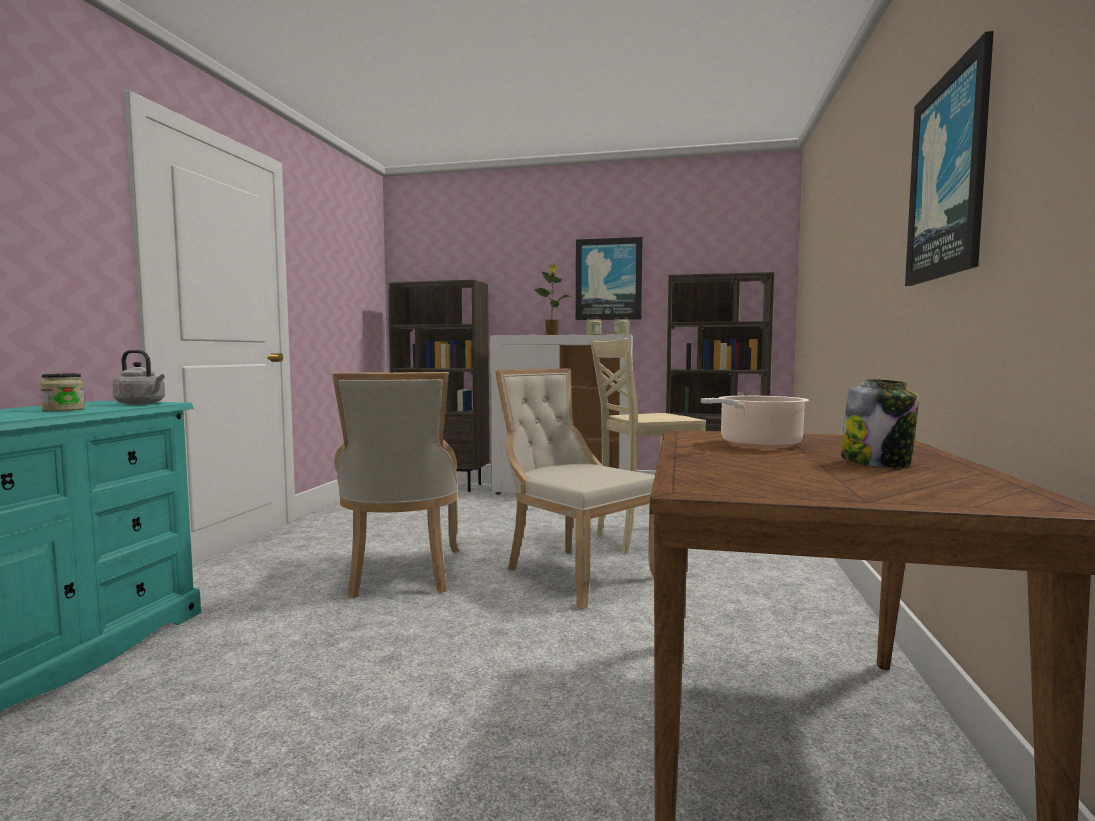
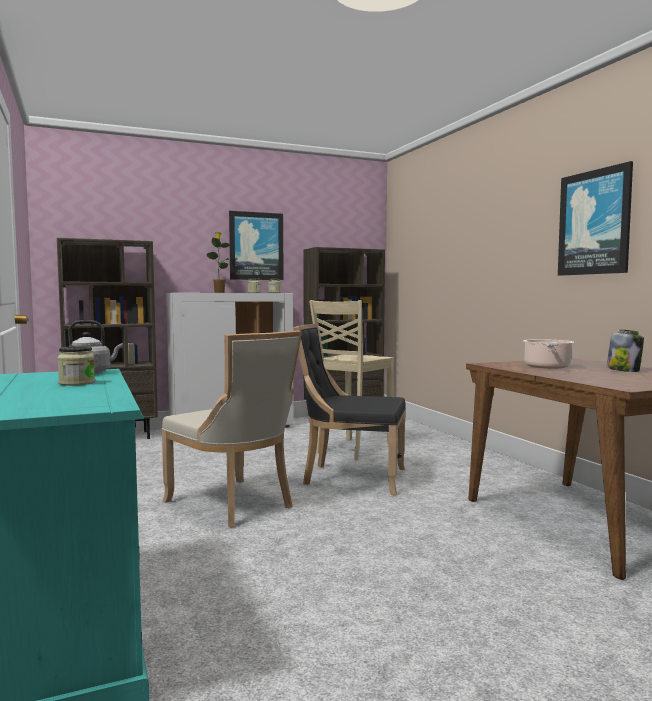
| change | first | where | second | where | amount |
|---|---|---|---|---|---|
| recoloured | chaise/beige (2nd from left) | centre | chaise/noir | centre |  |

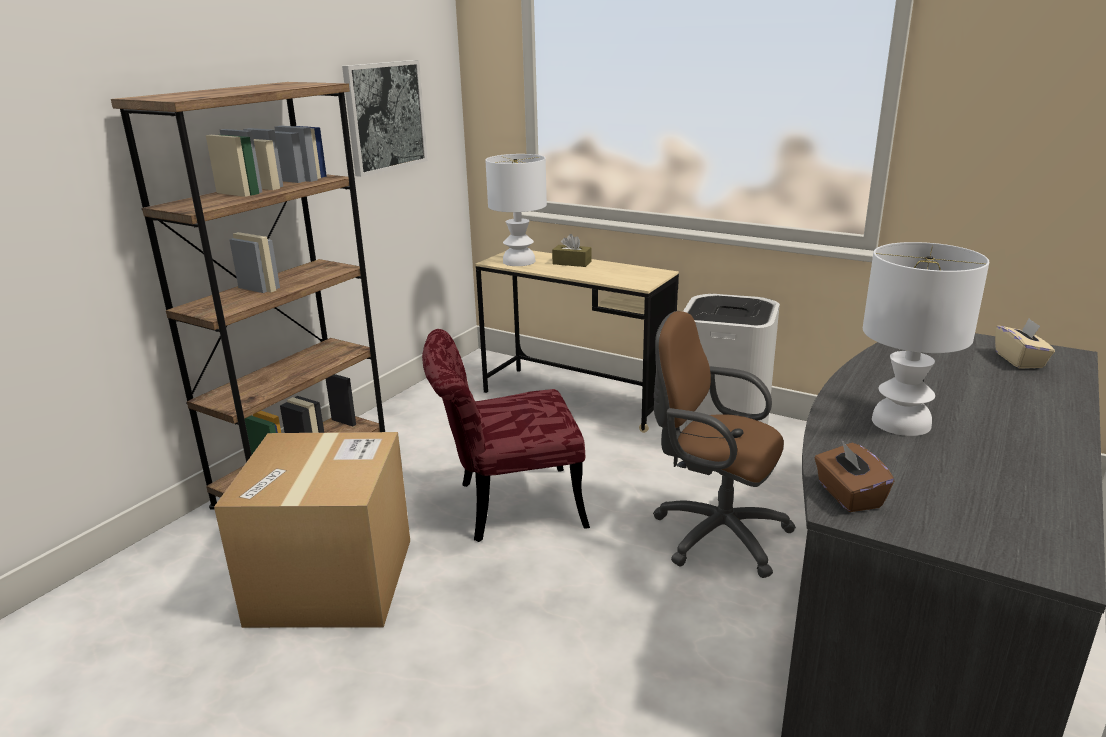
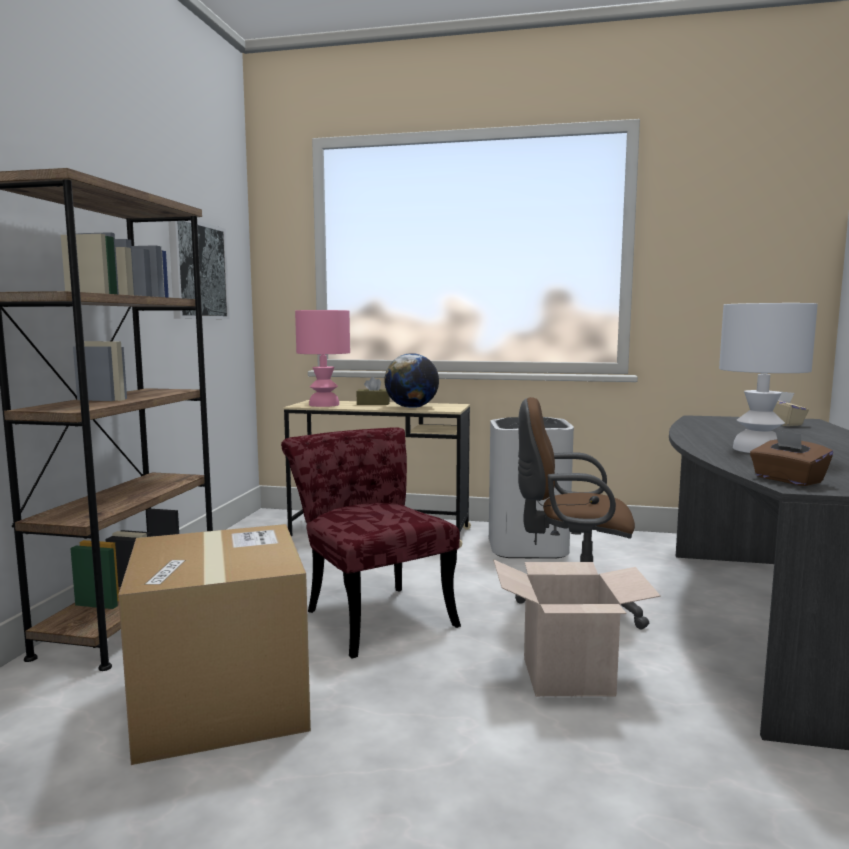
| change | first | where | second | where | amount |
|---|---|---|---|---|---|
| recoloured | lampe de table/blanc (1st from left) | top centre | lampe de table/rose | centre |  |
| turned | chaise/rouge | centre |  | centre | 90 degrees clockwise |
| added |  |  | globe | centre |  |
| added |  |  | carton (2nd from left) | bottom right |  |

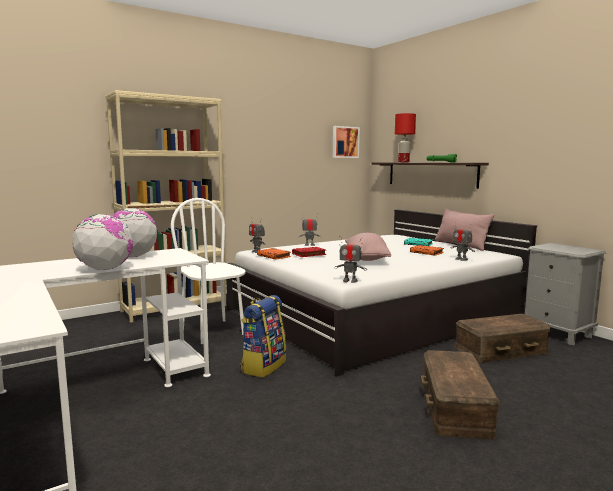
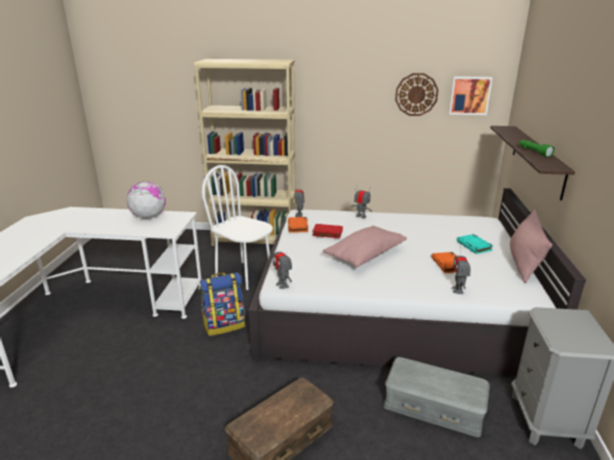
| change | first | where | second | where | amount |
|---|---|---|---|---|---|
| removed | lampe de table/rouge | top centre |  |  |  |
| turned | chaise/blanc | centre |  | centre | 60 degrees counterclockwise |
| removed | globe (1st from left) | middle left |  |  |  |
| recoloured | boîte de rangement/marron (2nd from left) | bottom right | boîte de rangement/gris | bottom right |  |
| added |  |  | horloge murale | top right |  |

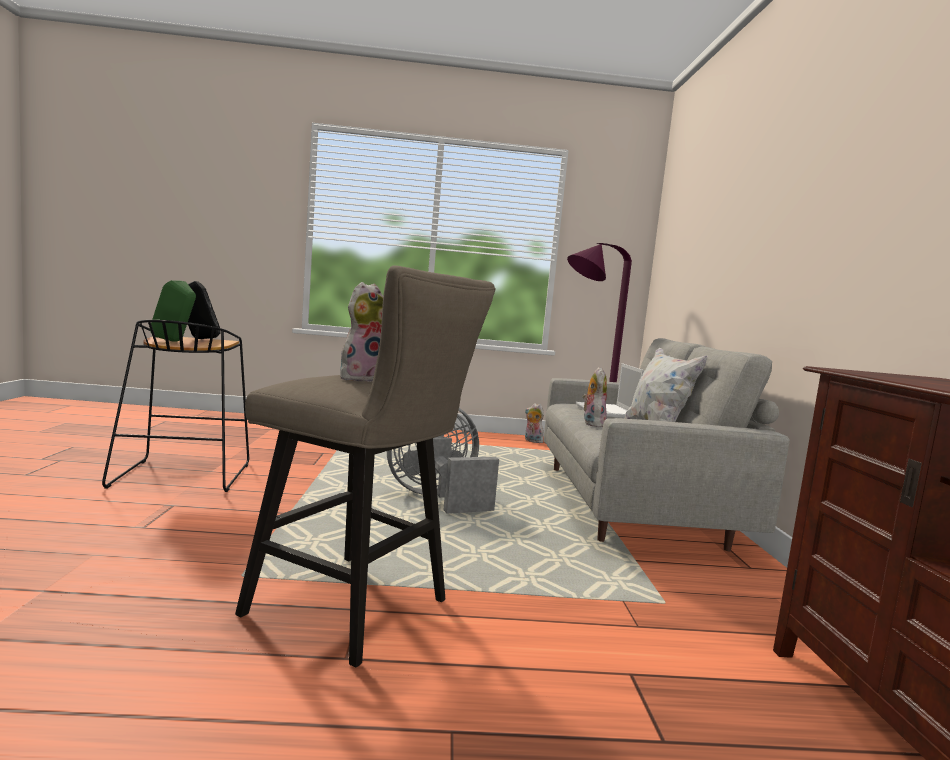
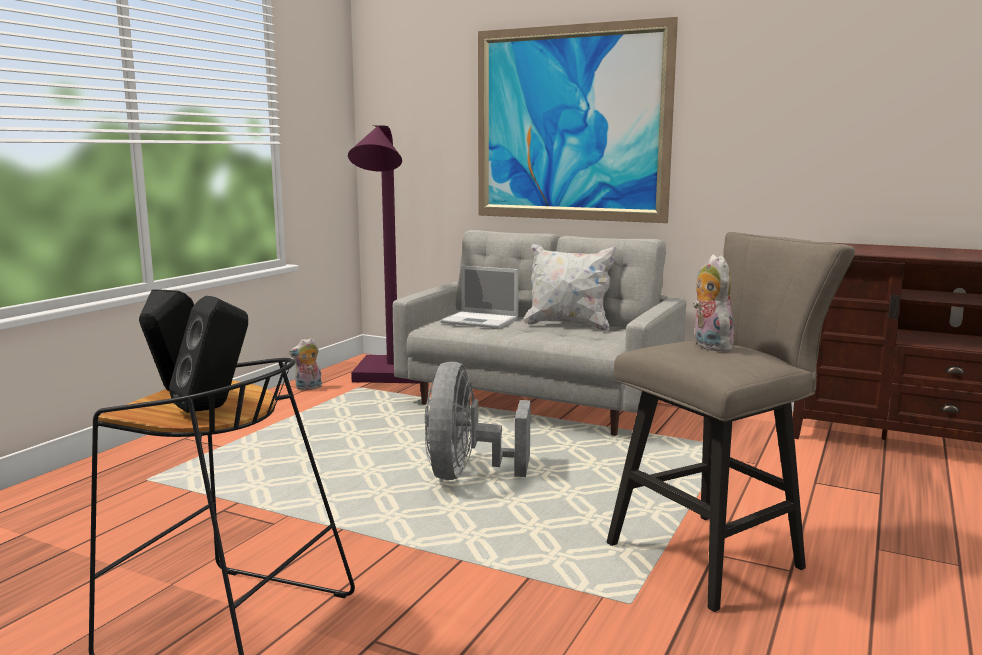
| change | first | where | second | where | amount |
|---|---|---|---|---|---|
| recoloured | enceinte/vert | middle left | enceinte/noir (2nd from left) | middle left |  |
| removed | peluche (3rd from left) | centre |  |  |  |
| added |  |  | tableau | top centre |  |

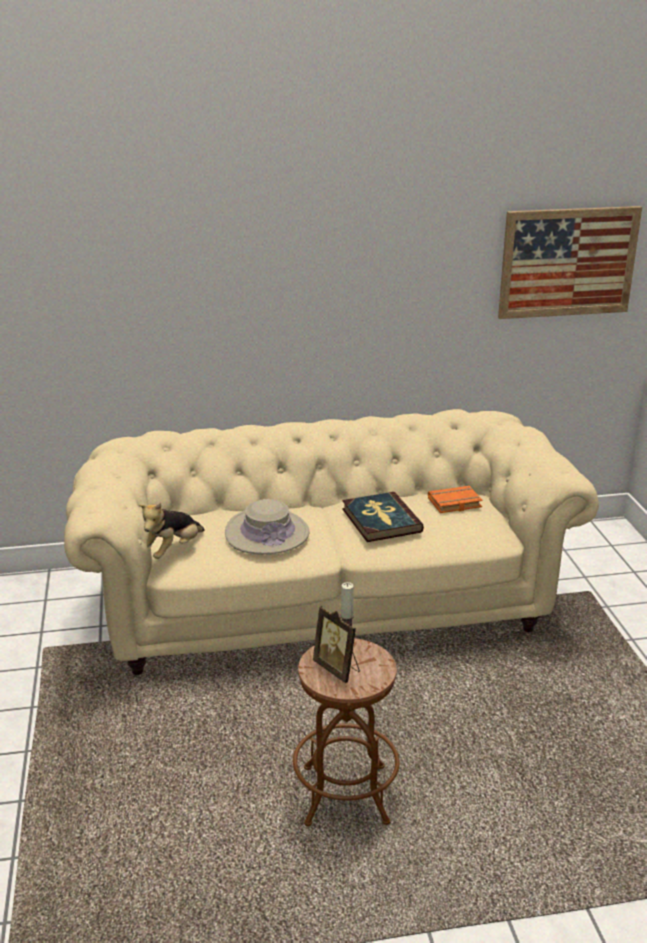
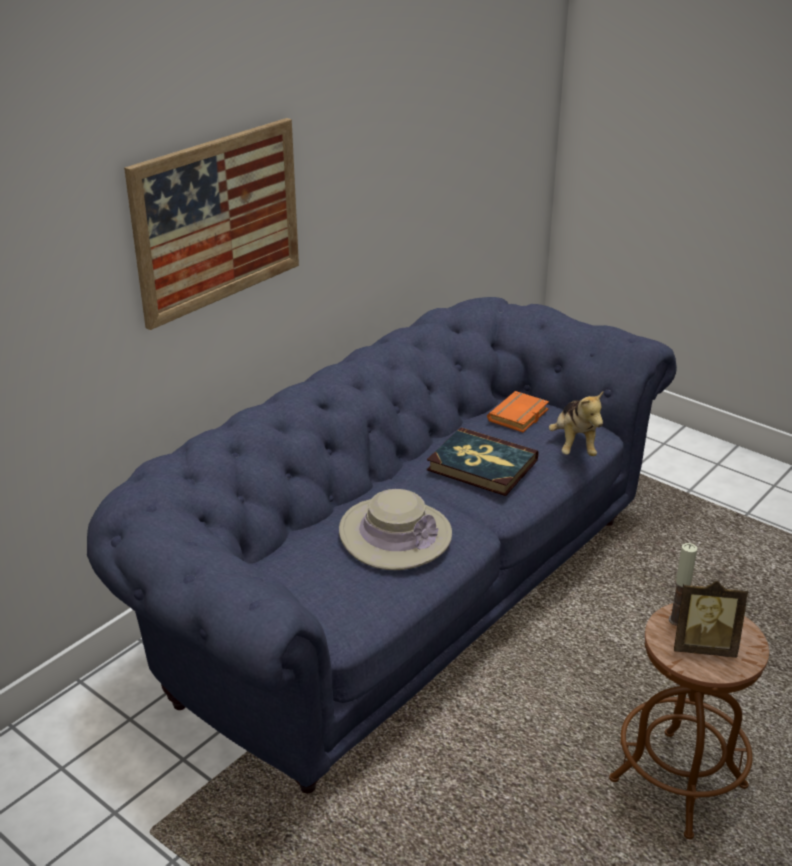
| change | first | where | second | where | amount |
|---|---|---|---|---|---|
| moved | tableau | top right |  | top left |  |
| recoloured | canapé/beige | centre | canapé/bleu | centre |  |
| moved | peluche | middle left |  | middle right |  |

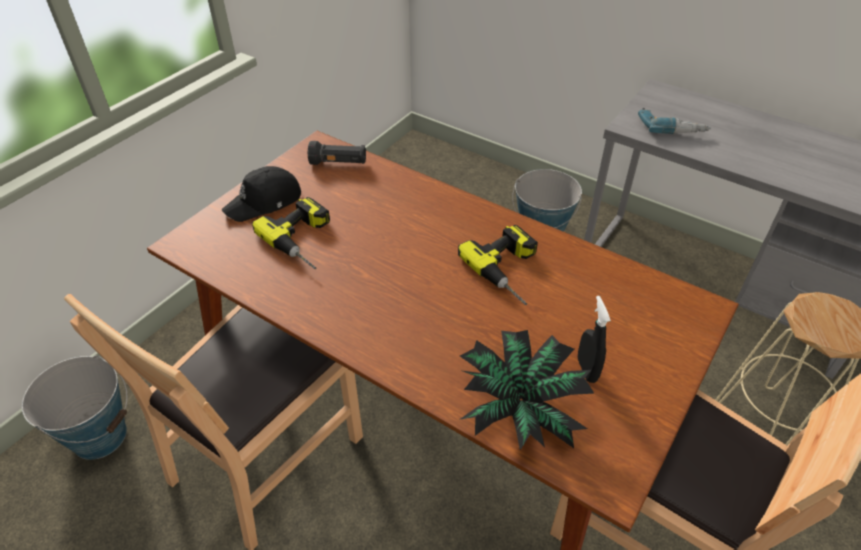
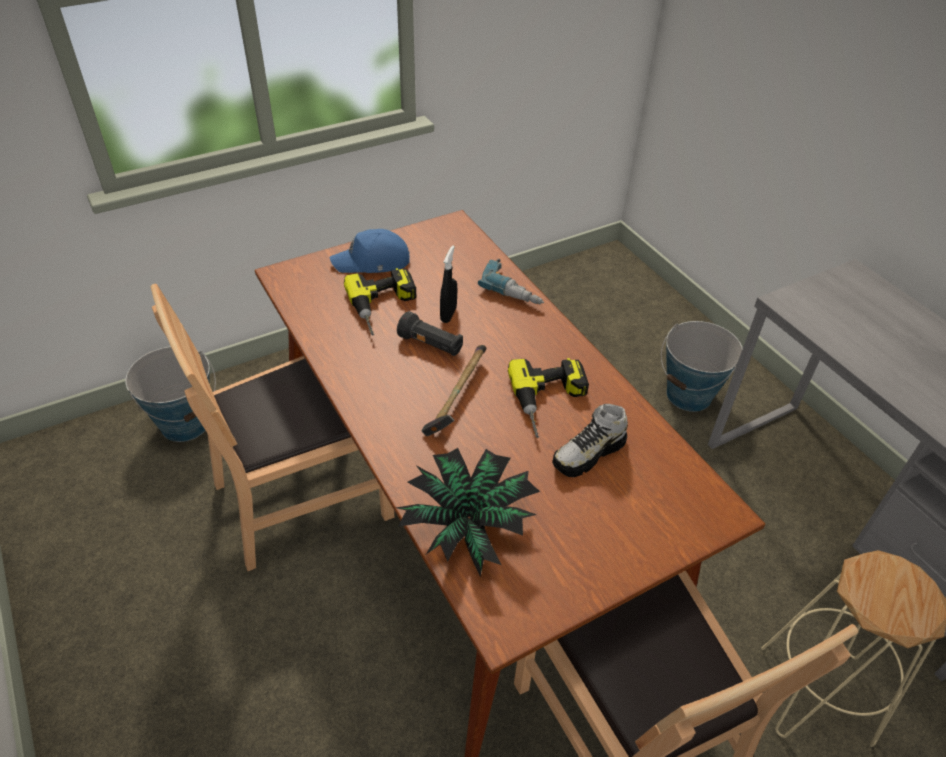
| change | first | where | second | where | amount |
|---|---|---|---|---|---|
| moved | perceuse (3rd from left in the first image) | top right | perceuse (2nd from left) | centre |  |
| moved | lampe de poche/noir | top centre |  | centre |  |
| recoloured | casquette/noir | middle left | casquette/bleu | top centre |  |
| moved | vaporisateur/noir | middle right |  | centre |  |
| added |  |  | marteau | centre |  |
| added |  |  | chaussure | centre |  |

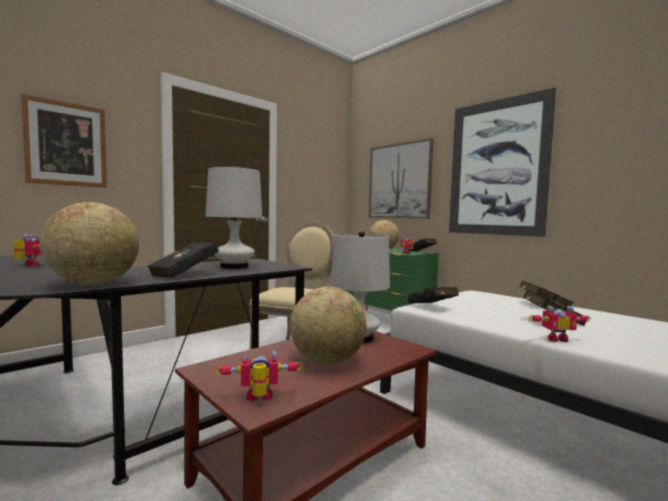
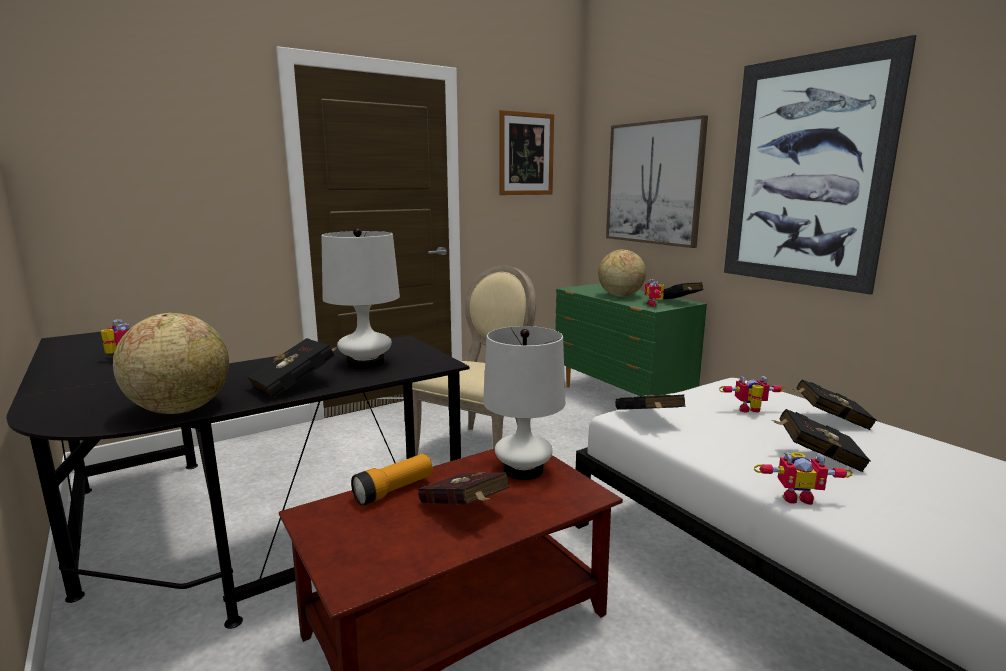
| change | first | where | second | where | amount |
|---|---|---|---|---|---|
| moved | tableau (1st from left) | top left |  | top centre |  |
| replaced | globe (2nd from left) | centre | livre/rouge | bottom centre |  |
| moved | robot jouet (2nd from left in the first image) | bottom centre | robot jouet (3rd from left) | middle right |  |
| added |  |  | lampe de poche | bottom centre |  |

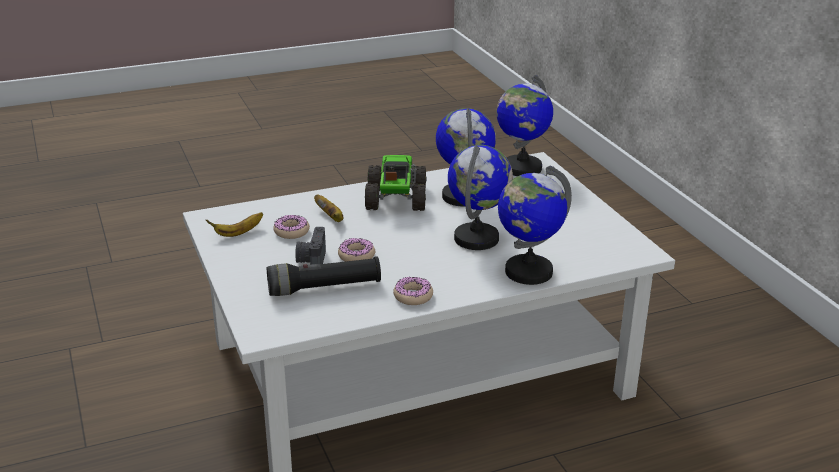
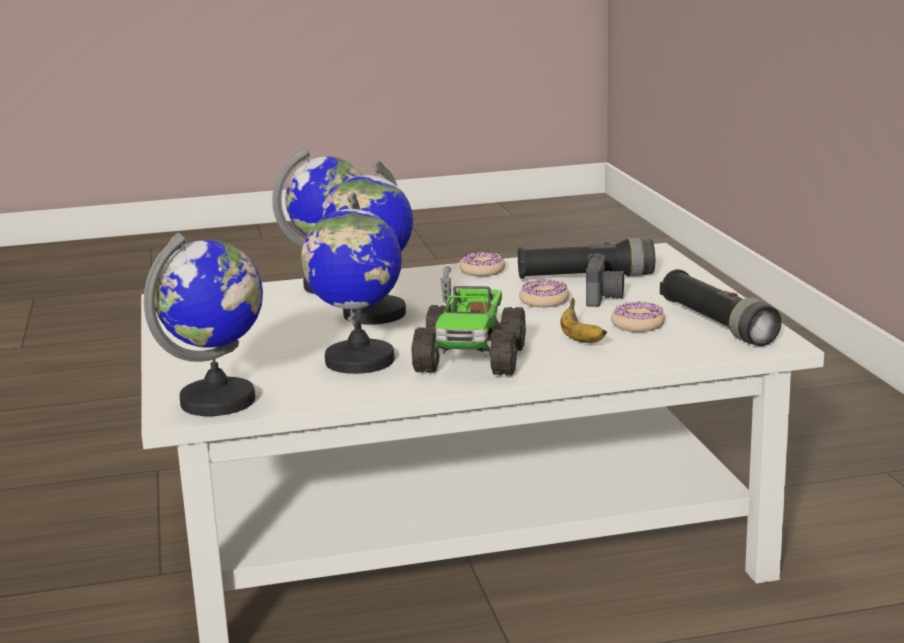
| change | first | where | second | where | amount |
|---|---|---|---|---|---|
| replaced | banane (1st from left) | middle left | lampe de poche/noir (2nd from left) | middle right |  |

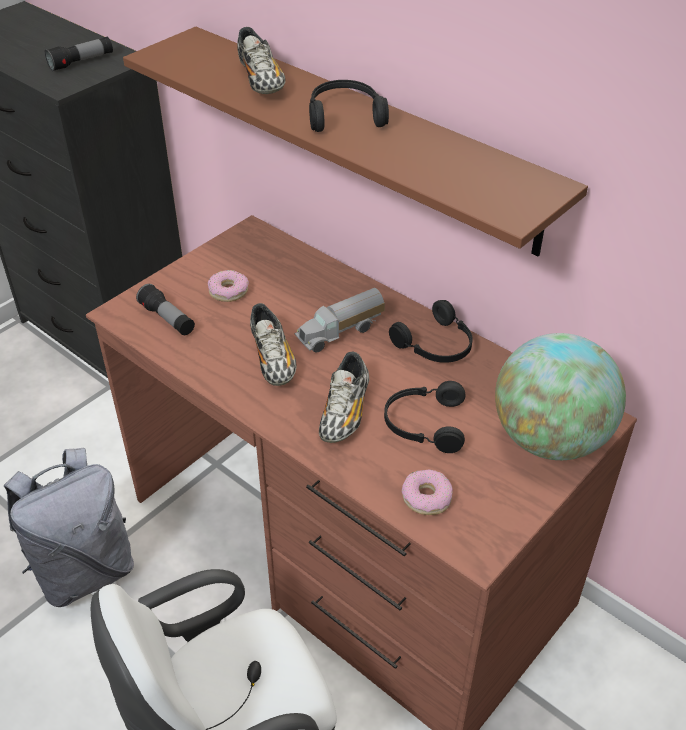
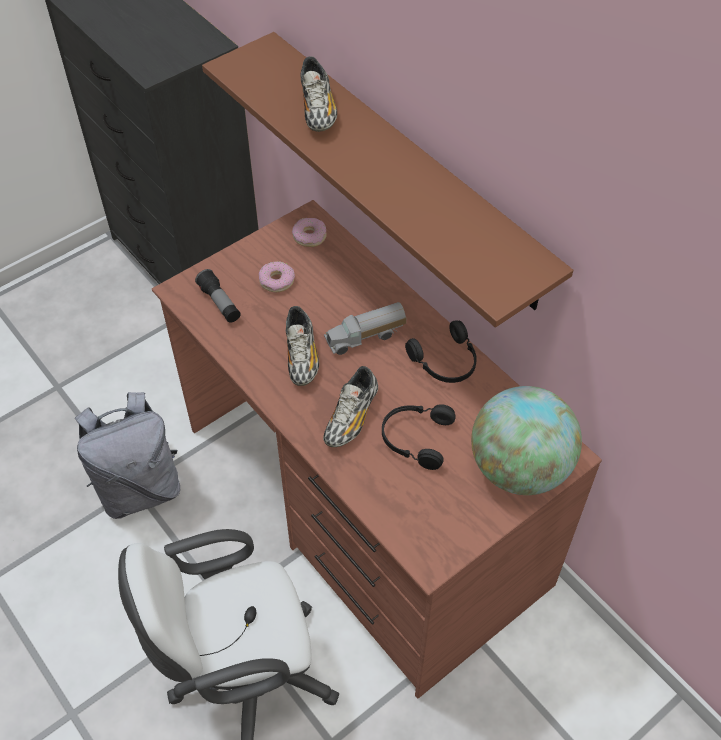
| change | first | where | second | where | amount |
|---|---|---|---|---|---|
| removed | lampe de poche (1st from left) | top left |  |  |  |
| removed | casque audio/noir (1st from left) | top centre |  |  |  |
| moved | beignet (2nd from left) | bottom centre |  | top centre |  |

